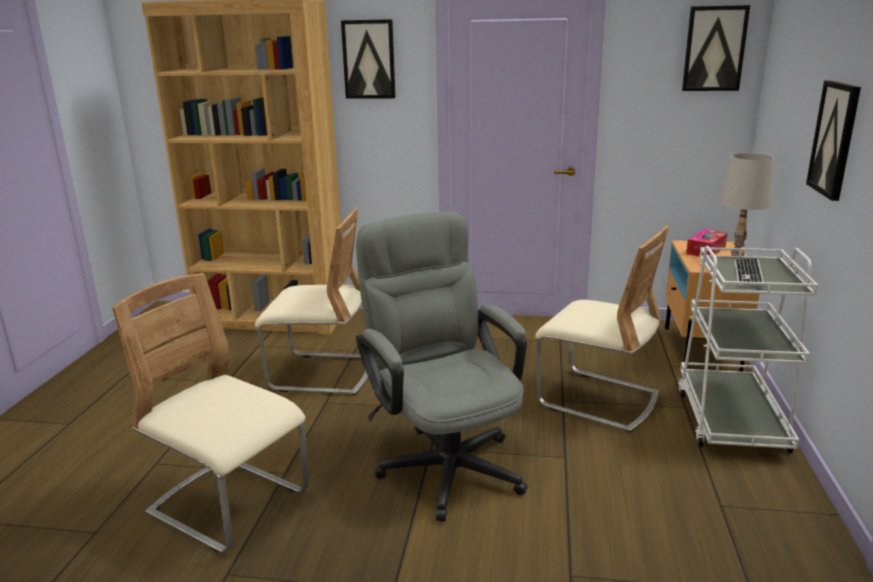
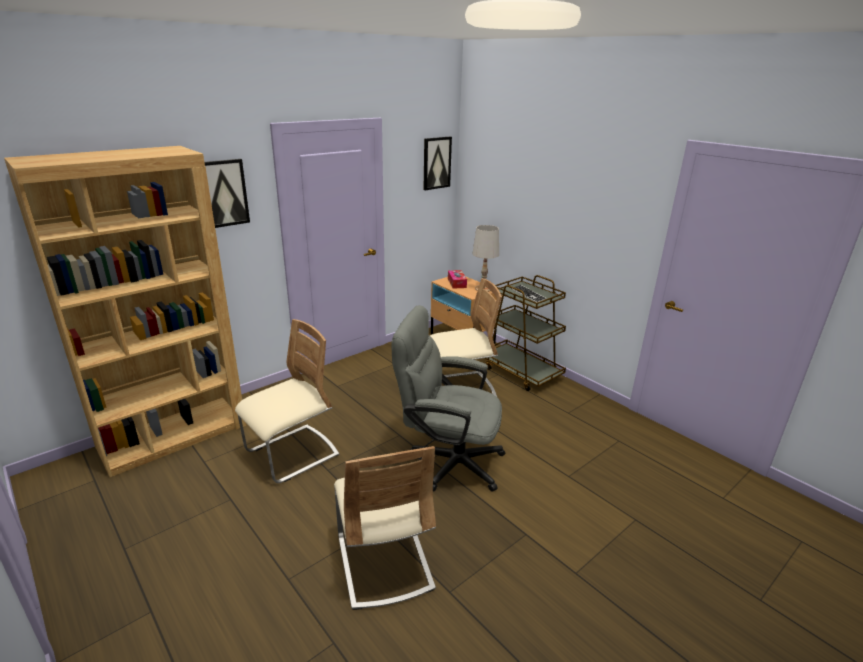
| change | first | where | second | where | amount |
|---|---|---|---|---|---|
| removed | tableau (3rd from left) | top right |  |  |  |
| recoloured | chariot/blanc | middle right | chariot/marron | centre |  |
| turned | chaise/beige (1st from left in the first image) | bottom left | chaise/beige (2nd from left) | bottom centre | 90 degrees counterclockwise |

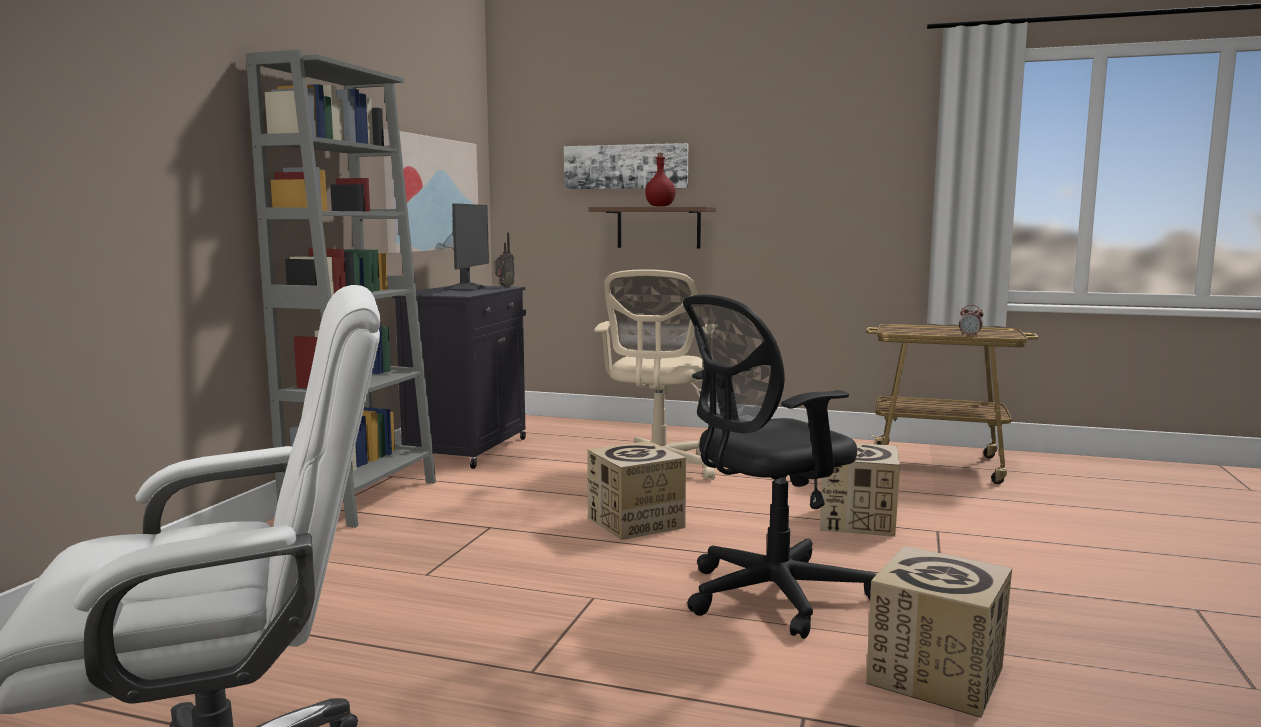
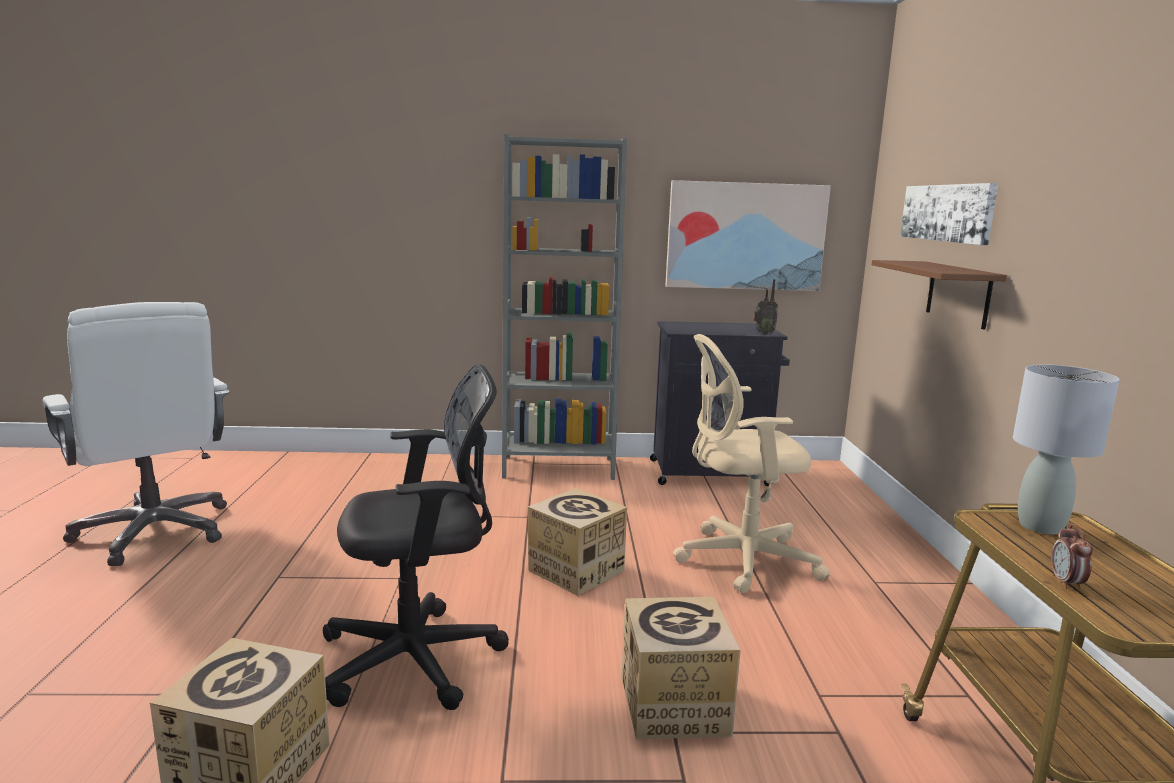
| change | first | where | second | where | amount |
|---|---|---|---|---|---|
| removed | bouteille/rouge | top centre |  |  |  |
| removed | écran d'ordinateur | centre |  |  |  |
| turned | chaise de bureau/noir | centre |  | bottom centre | 120 degrees clockwise |
| added |  |  | lampe de table/gris | middle right |  |

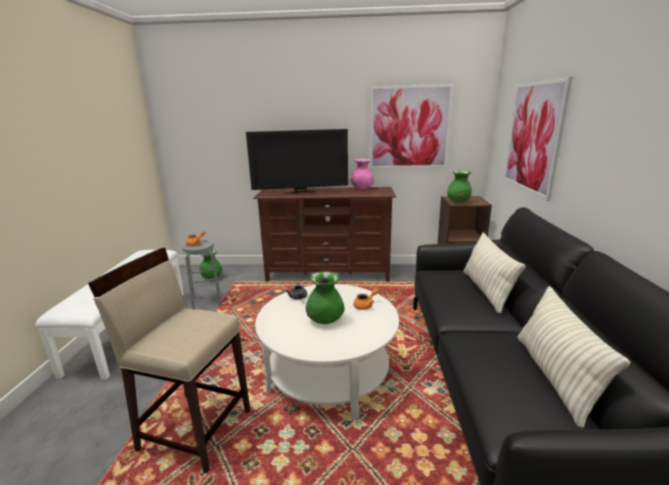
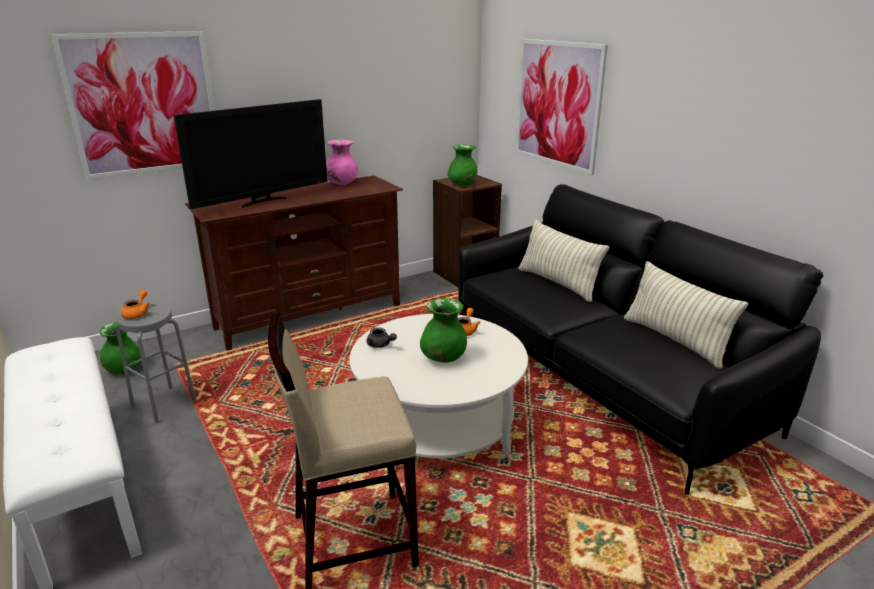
| change | first | where | second | where | amount |
|---|---|---|---|---|---|
| moved | tableau (1st from left) | top centre |  | top left |  |

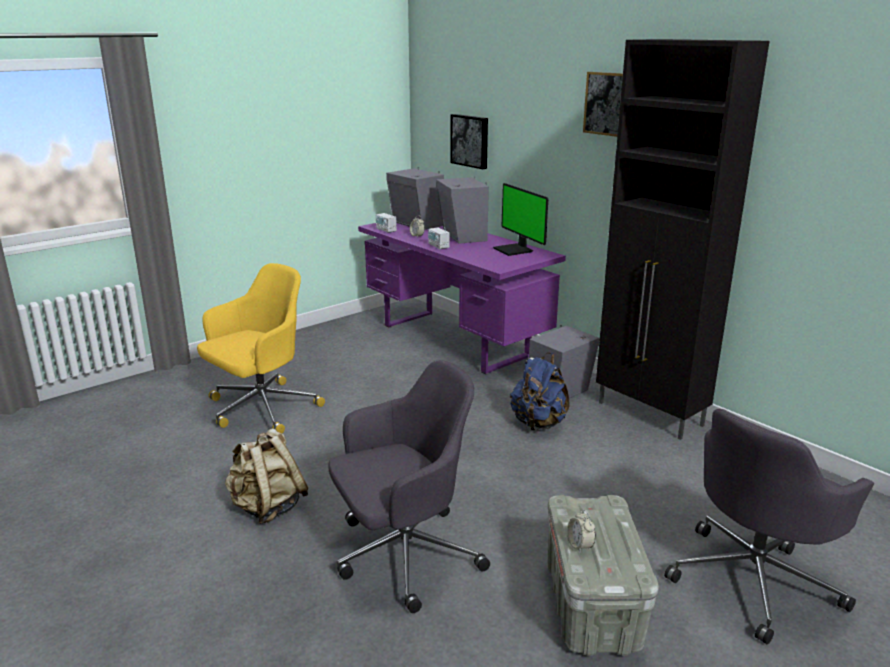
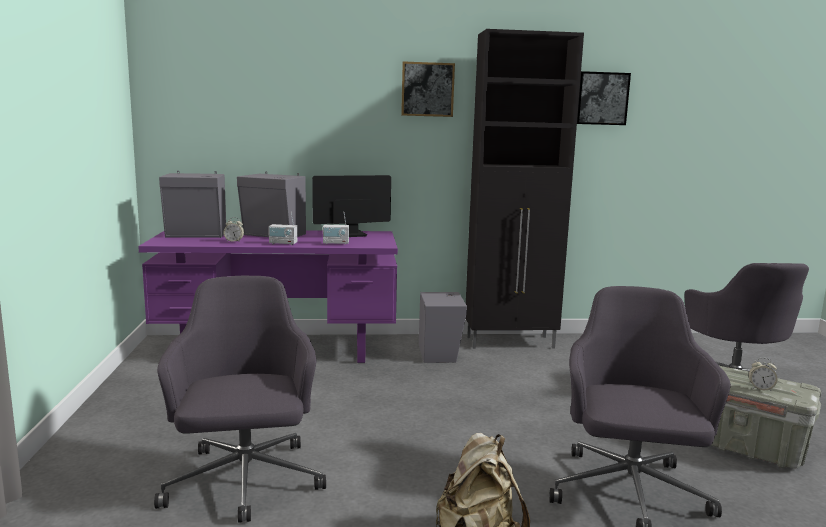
| change | first | where | second | where | amount |
|---|---|---|---|---|---|
| moved | tableau (1st from left in the first image) | top centre | tableau (2nd from left) | top right |  |
| turned | écran d'ordinateur | top centre |  | centre | 150 degrees clockwise |
| moved | radio (1st from left in the first image) | top centre | radio (2nd from left) | centre |  |
| recoloured | chaise de bureau/jaune | middle left | chaise de bureau/gris (1st from left) | bottom left |  |
| removed | sac à dos/bleu | centre |  |  |  |

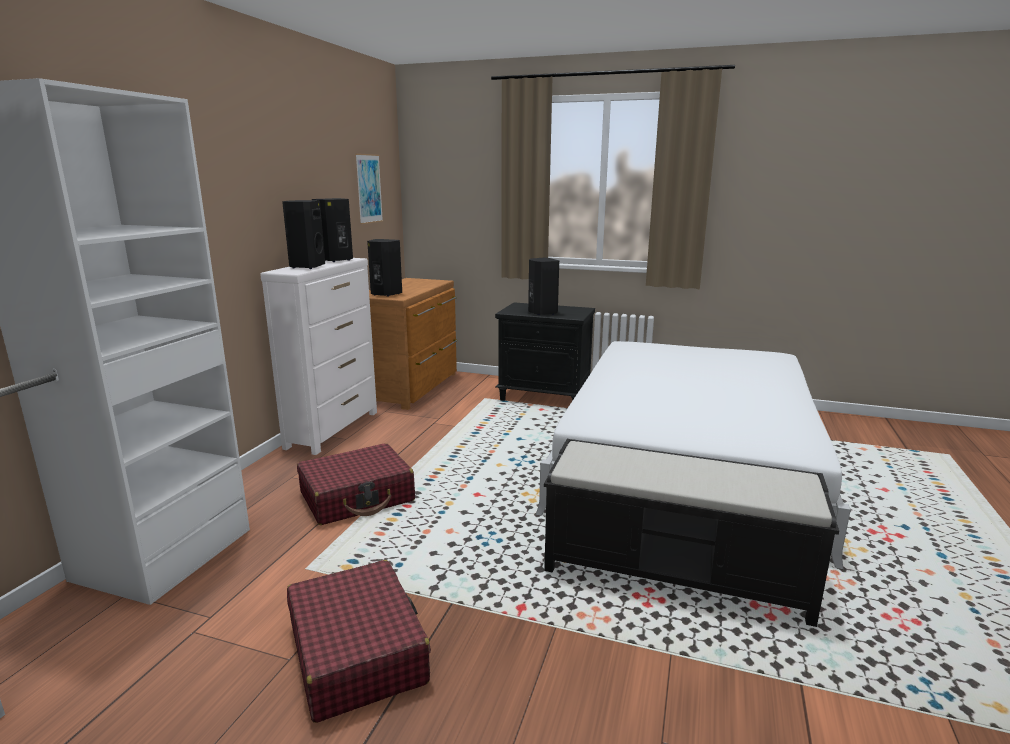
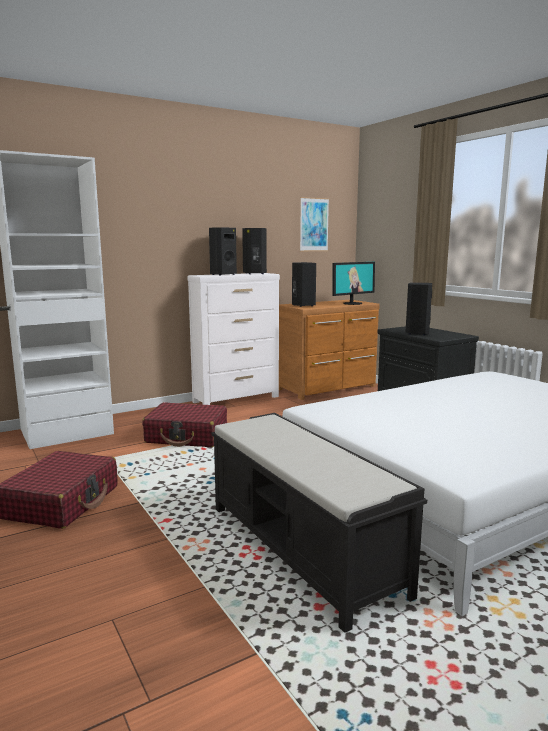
| change | first | where | second | where | amount |
|---|---|---|---|---|---|
| added |  |  | écran d'ordinateur | centre |  |

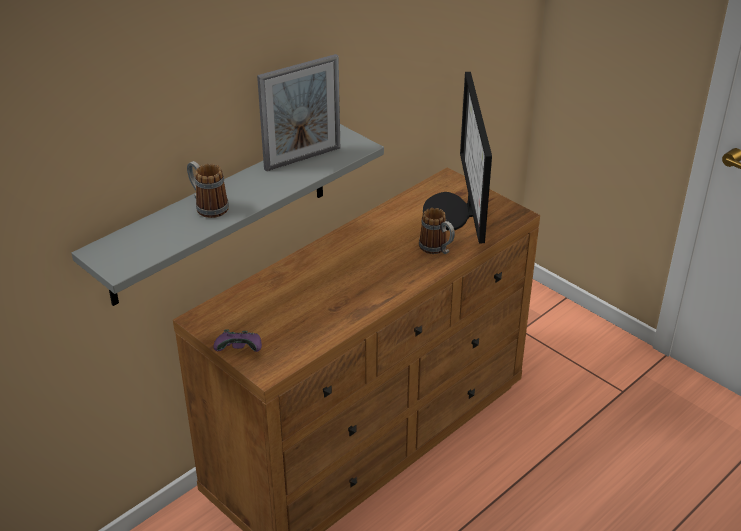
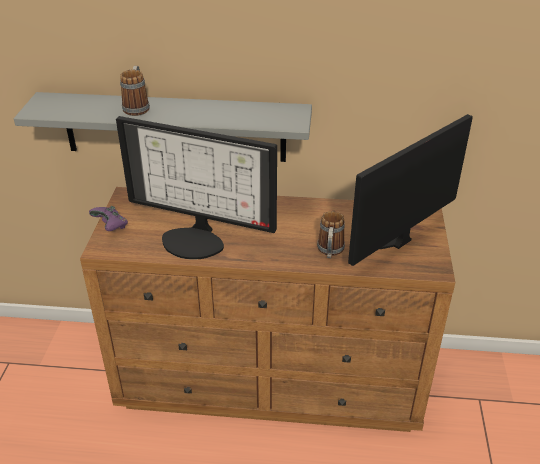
| change | first | where | second | where | amount |
|---|---|---|---|---|---|
| removed | cadre photo | top centre |  |  |  |
| added |  |  | écran d'ordinateur (1st from left) | centre |  |

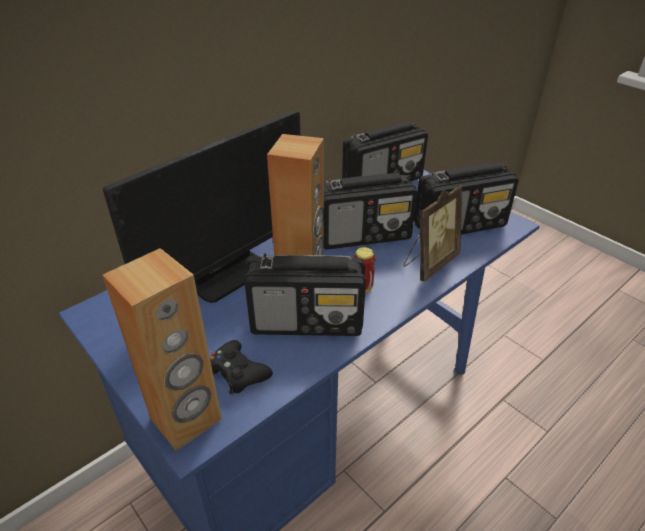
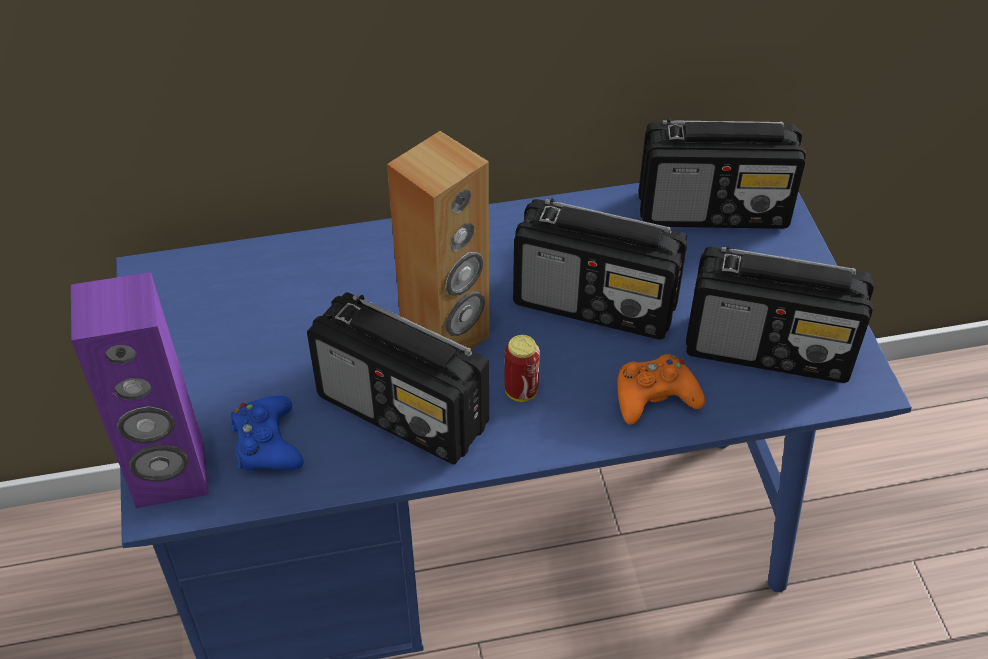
| change | first | where | second | where | amount |
|---|---|---|---|---|---|
| removed | écran d'ordinateur | middle left |  |  |  |
| replaced | cadre photo | middle right | manette/orange | middle right |  |
| recoloured | enceinte/marron (1st from left) | middle left | enceinte/violet | middle left |  |
| recoloured | manette/noir | bottom centre | manette/bleu | middle left |  |

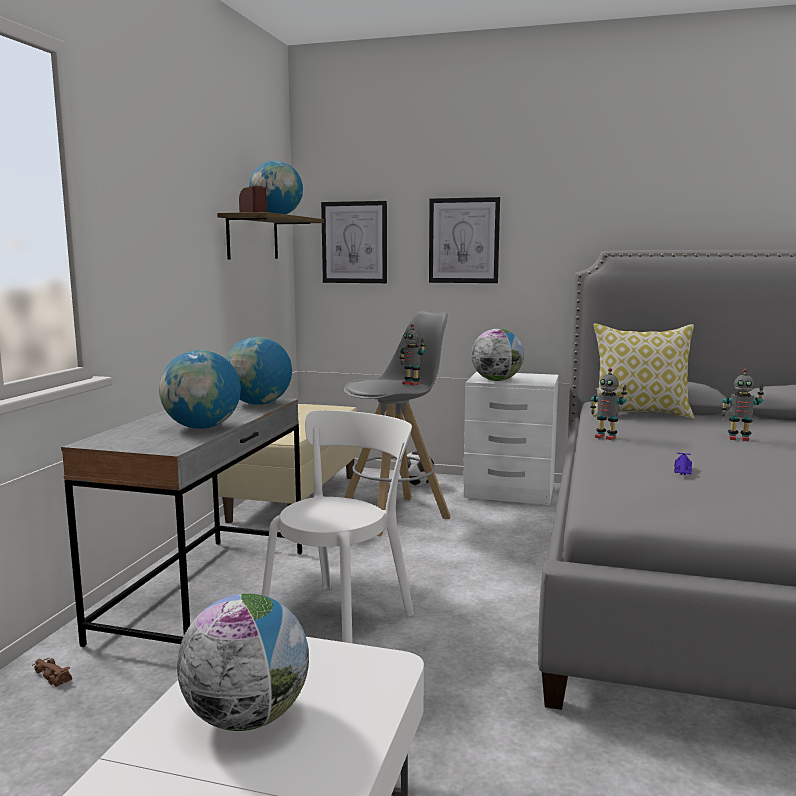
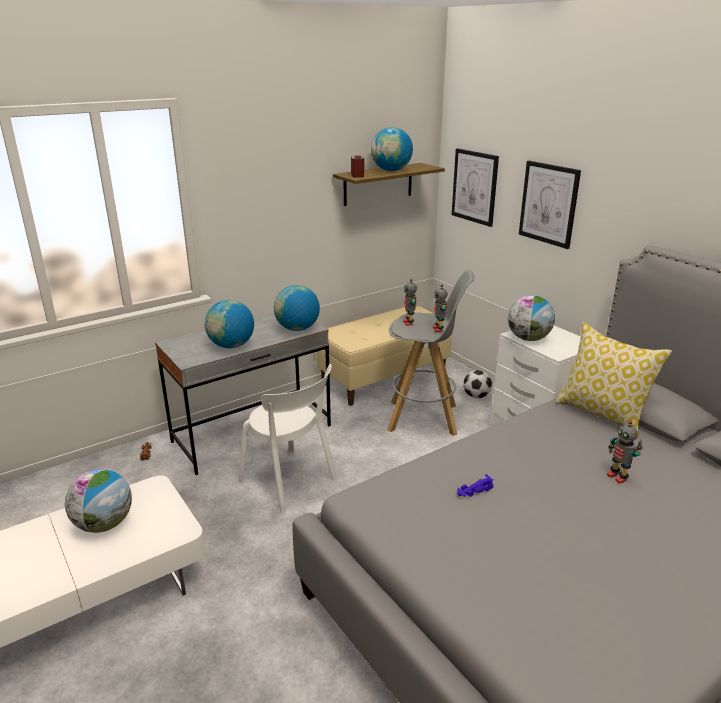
| change | first | where | second | where | amount |
|---|---|---|---|---|---|
| moved | robot jouet (2nd from left in the first image) | middle right | robot jouet (1st from left) | centre |  |
| turned | chaise/blanc | centre |  | centre | 60 degrees clockwise |

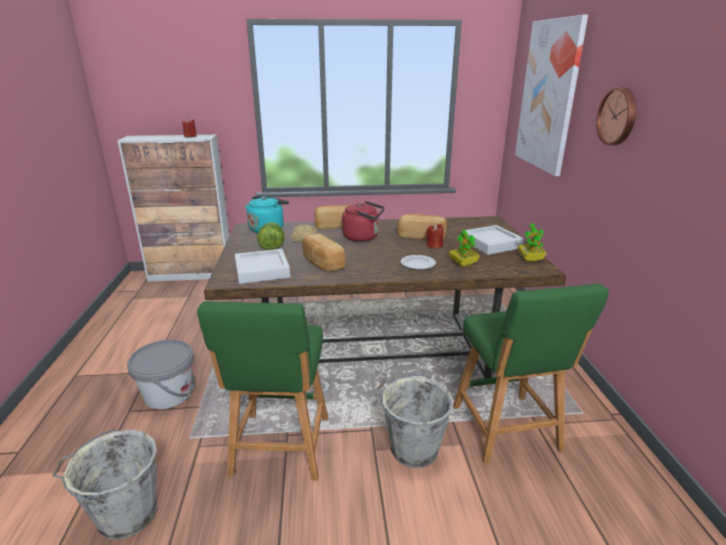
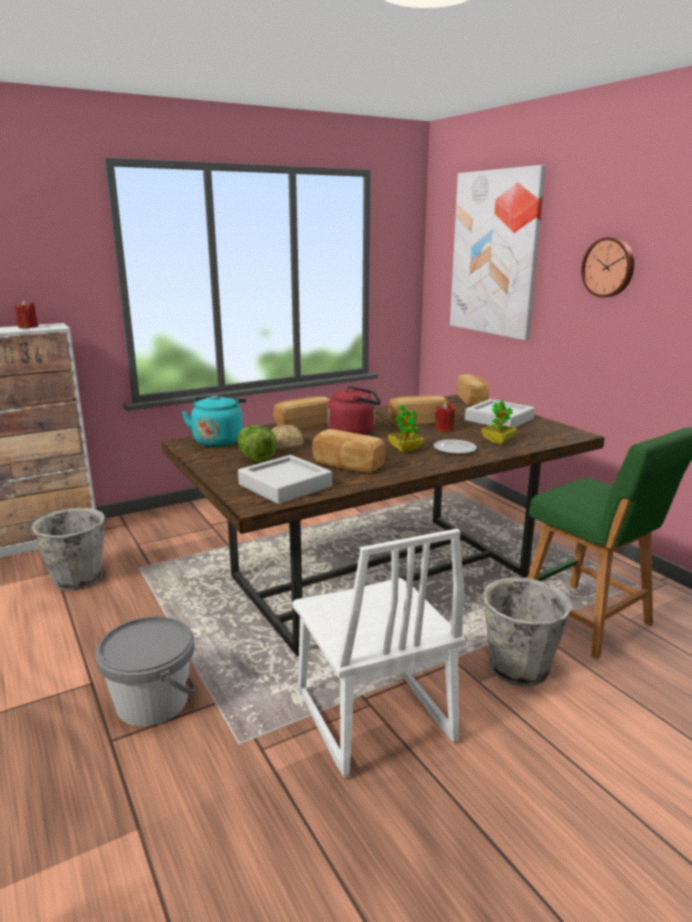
| change | first | where | second | where | amount |
|---|---|---|---|---|---|
| moved | plante en pot (2nd from left in the first image) | middle right | plante en pot (1st from left) | centre |  |
| replaced | tabouret/vert (1st from left) | bottom centre | chaise/blanc | bottom centre |  |
| moved | seau/gris (1st from left) | bottom left |  | middle left |  |
| added |  |  | pain (5th from left) | middle right |  |

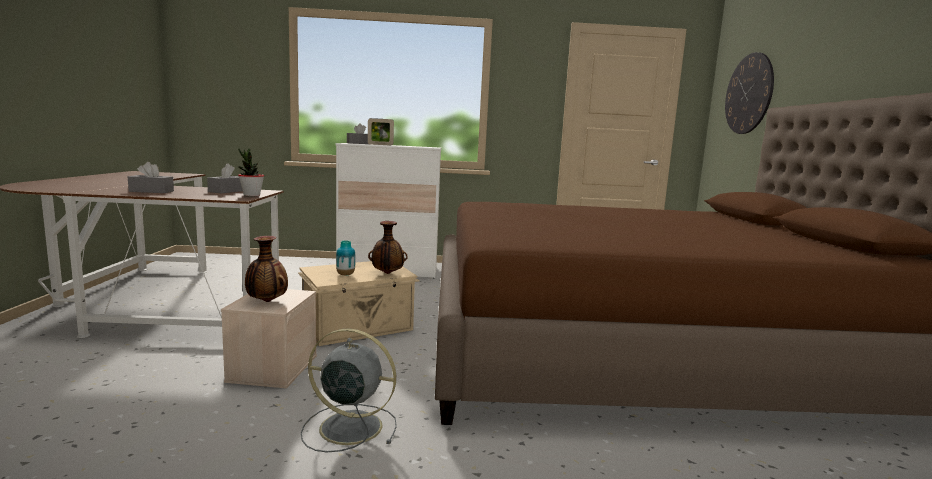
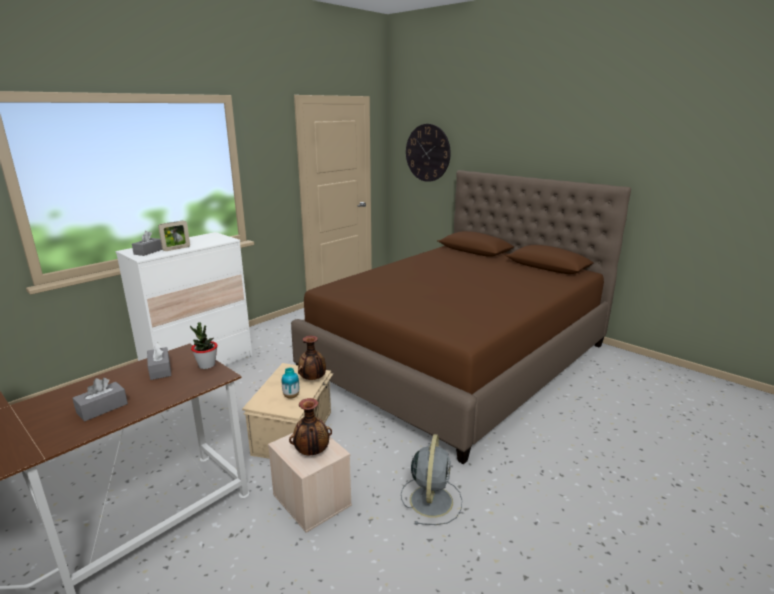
| change | first | where | second | where | amount |
|---|---|---|---|---|---|
| turned | ventilateur/gris | bottom centre |  | bottom centre | 135 degrees clockwise |

